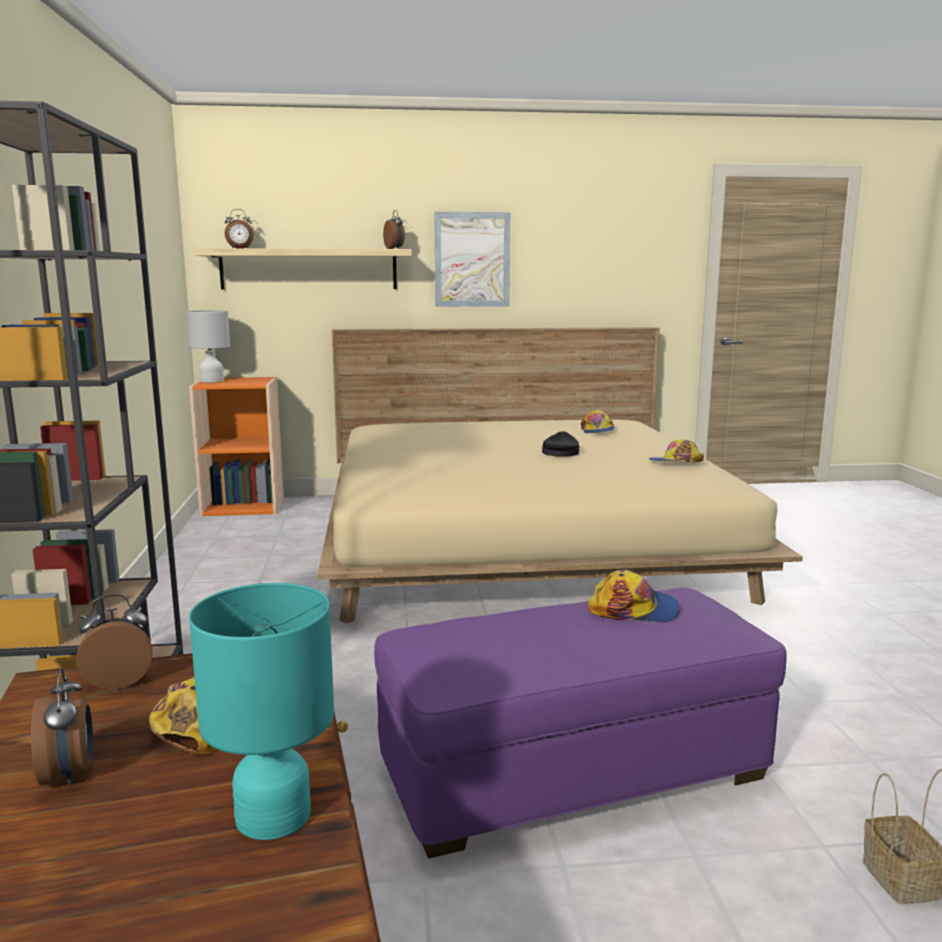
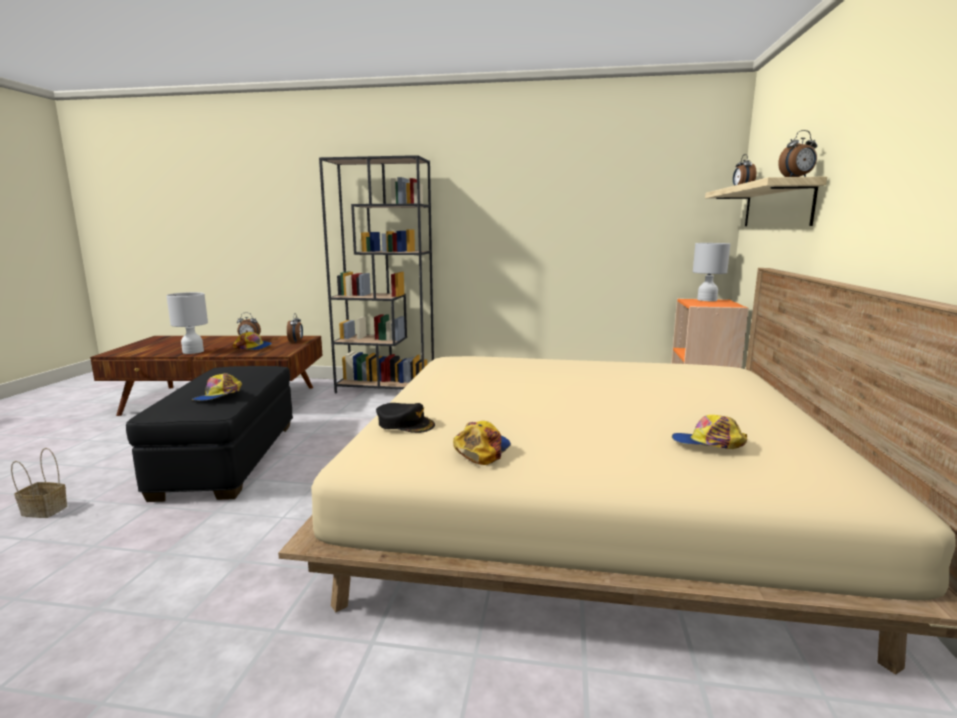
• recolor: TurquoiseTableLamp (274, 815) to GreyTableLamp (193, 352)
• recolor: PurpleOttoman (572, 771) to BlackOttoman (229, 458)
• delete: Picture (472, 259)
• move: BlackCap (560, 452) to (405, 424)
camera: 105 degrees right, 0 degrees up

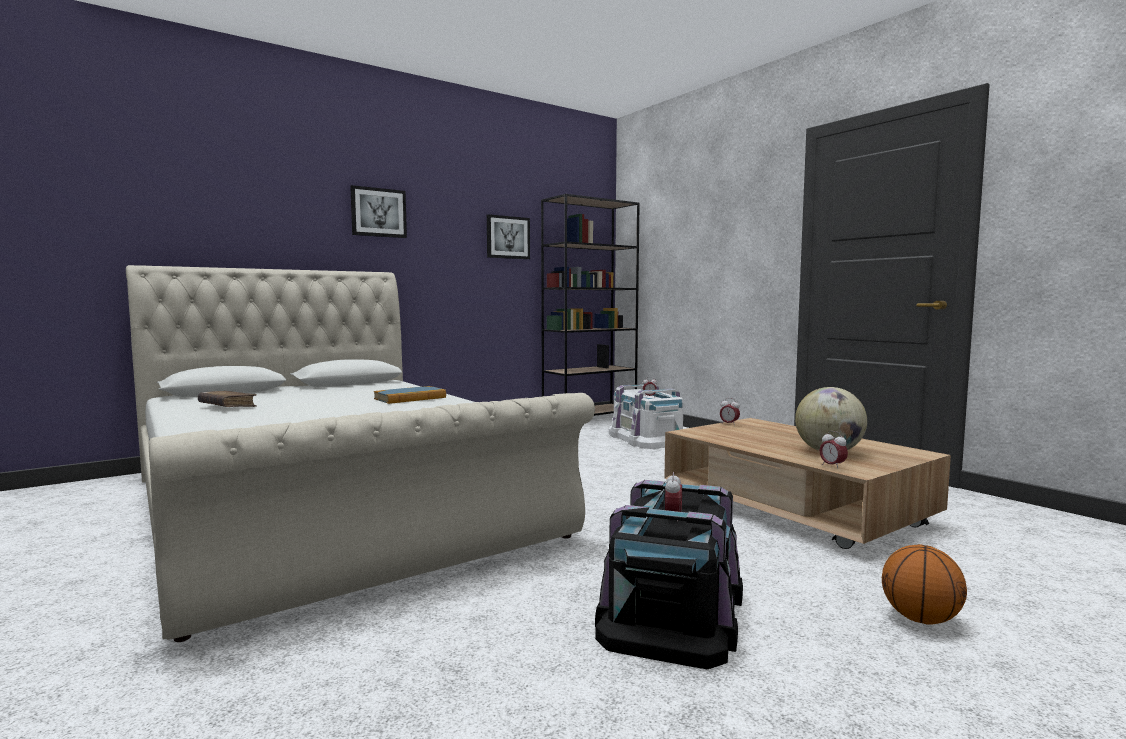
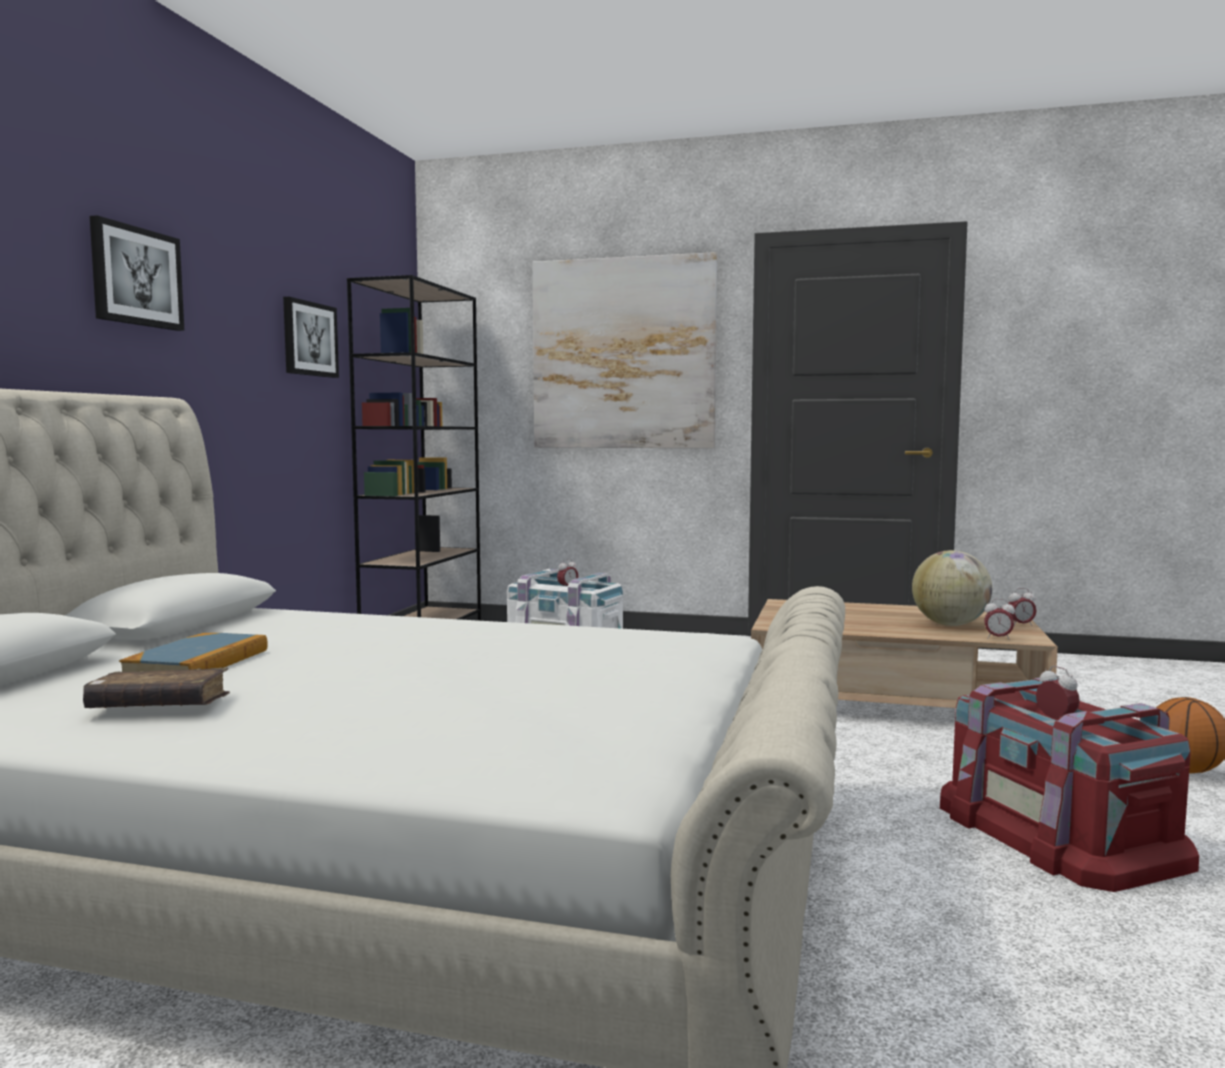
• move: Book (410, 398) to (198, 663)
• recolor: BlackStorageBox (671, 610) to RedStorageBox (1057, 832)
• move: AlarmClock (729, 424) to (1020, 625)
• insert: Picture (623, 354)
camera: 40 degrees left, 0 degrees up

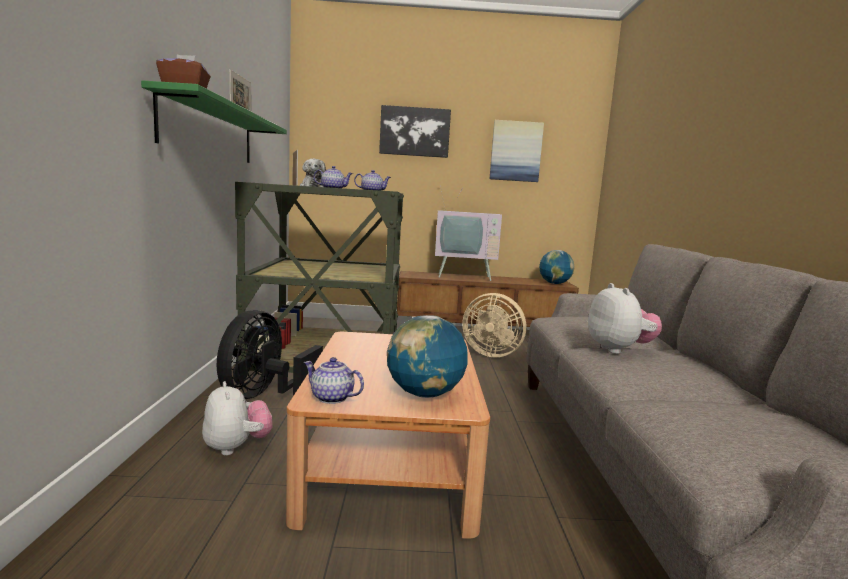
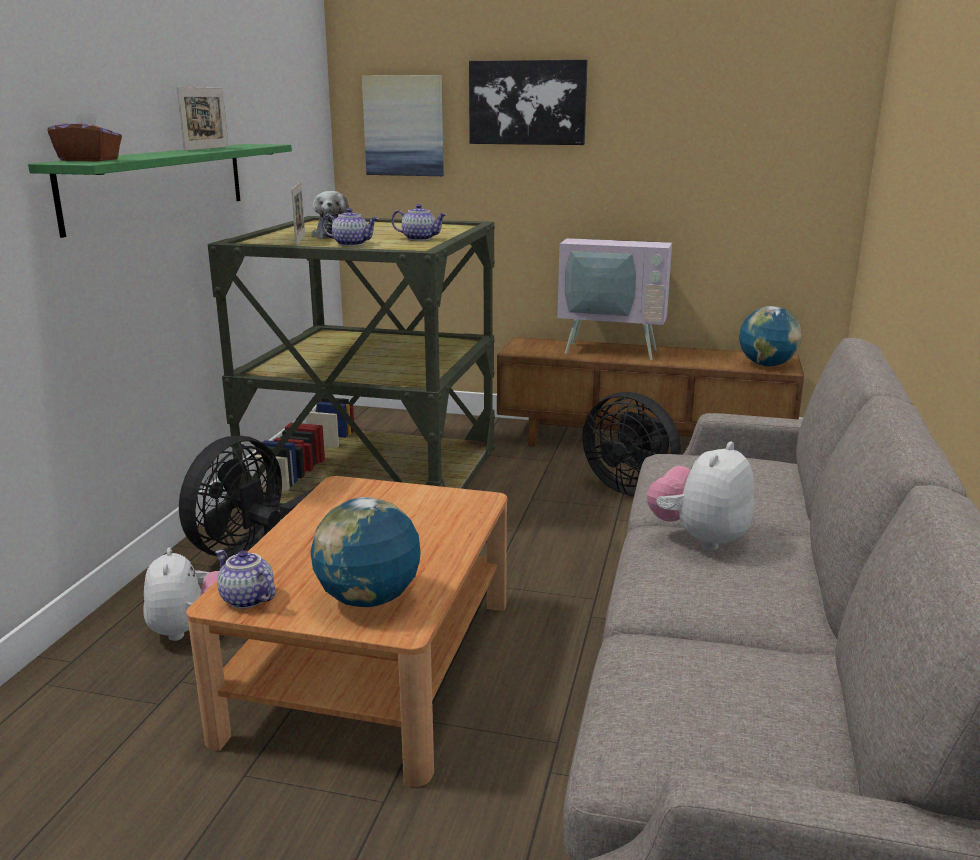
• recolor: BeigeFan (491, 353) to BlackFan (631, 487)
• move: Picture (516, 151) to (404, 126)
• rotate: PlushToy (619, 350) = (699, 538) 150 degrees counterclockwise
camera: 15 degrees right, 10 degrees up

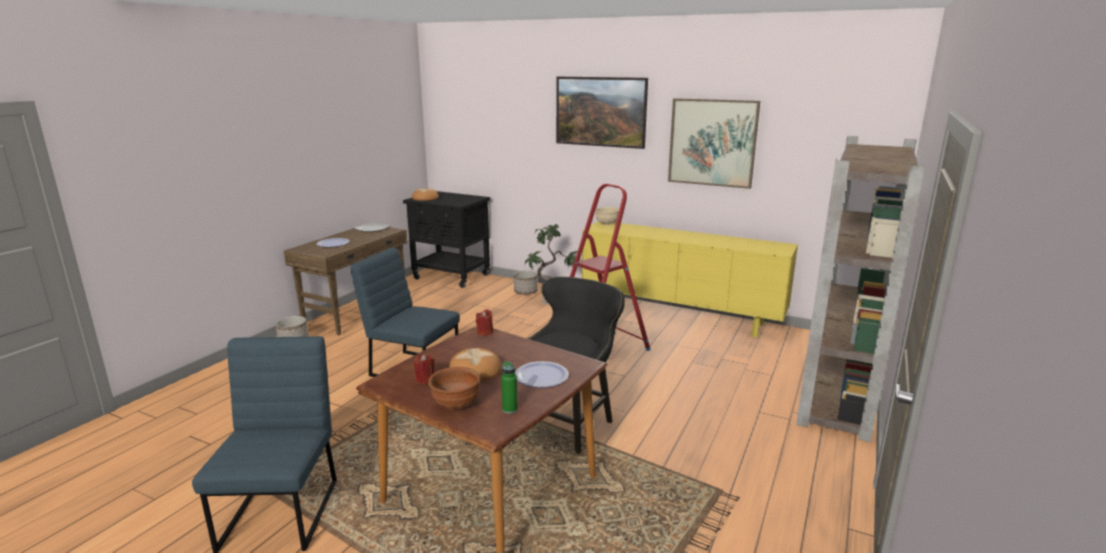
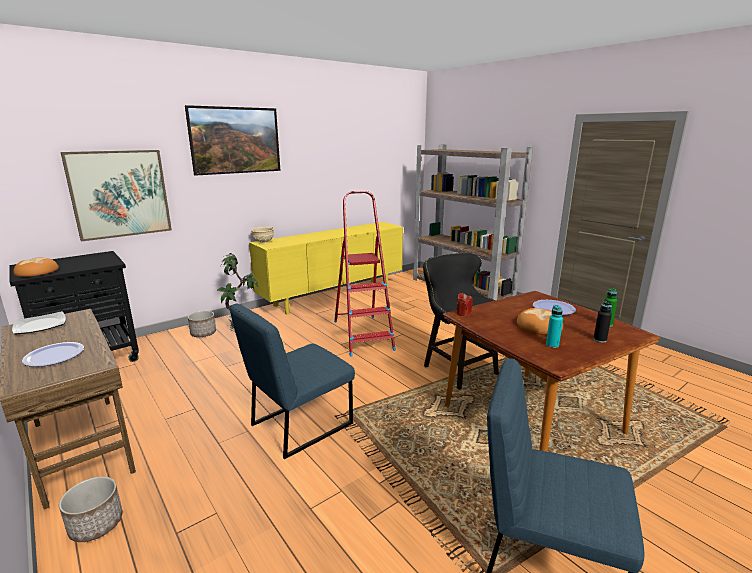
• replace: RedCandle (425, 379) to TurquoiseBottle (552, 345)
• replace: BrownBowl (455, 405) to BlackBottle (599, 340)
• move: Picture (712, 142) to (120, 194)
camera: 65 degrees left, 0 degrees up

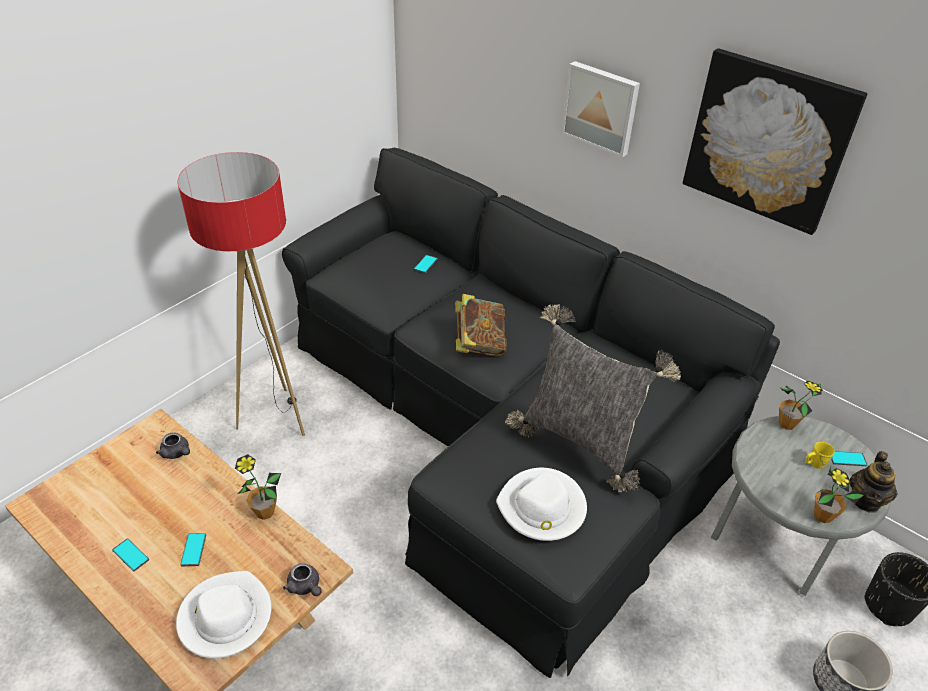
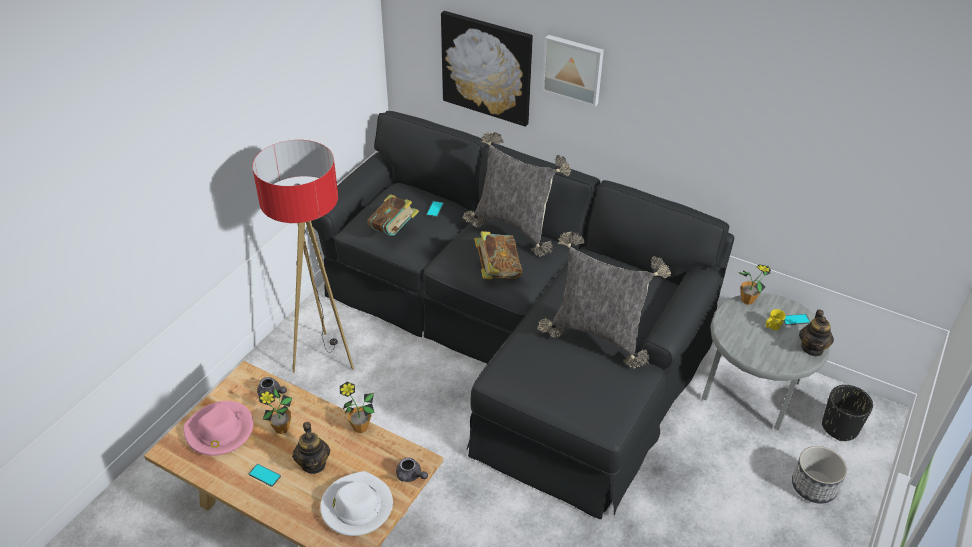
• replace: Phone (193, 550) to Teapot (313, 463)
• delete: WhiteHat (542, 508)
• move: Picture (768, 141) to (487, 67)
• move: PottedPlant (822, 516) to (281, 428)
• insert: PinkHat (220, 431)
• insert: Book (393, 230)
• insert: Pillow (515, 232)
camera: 10 degrees left, 0 degrees up

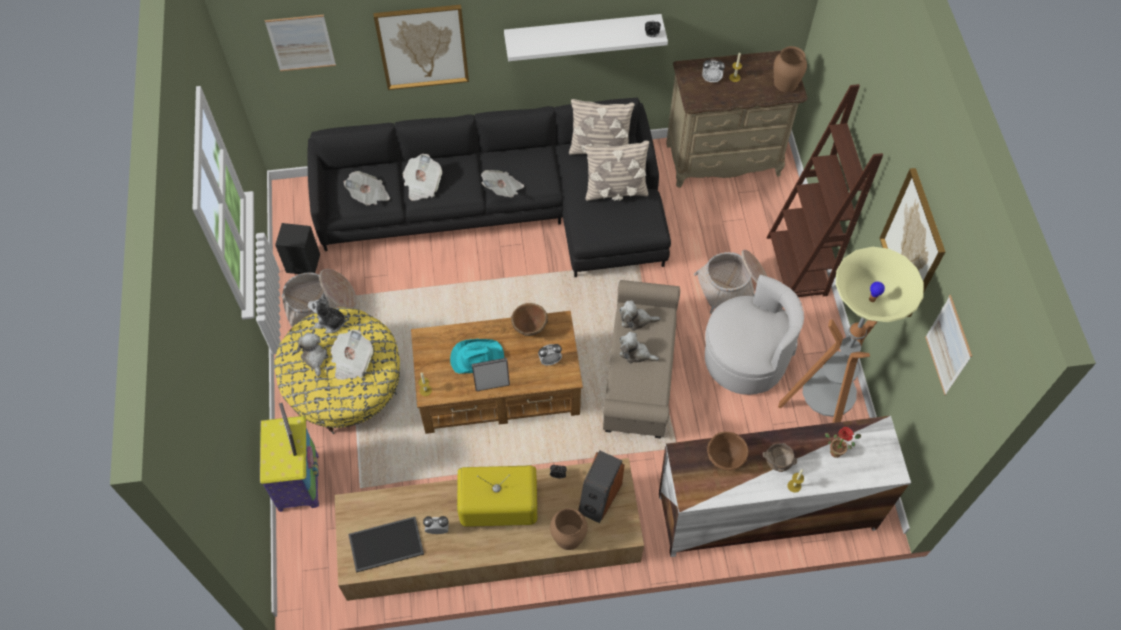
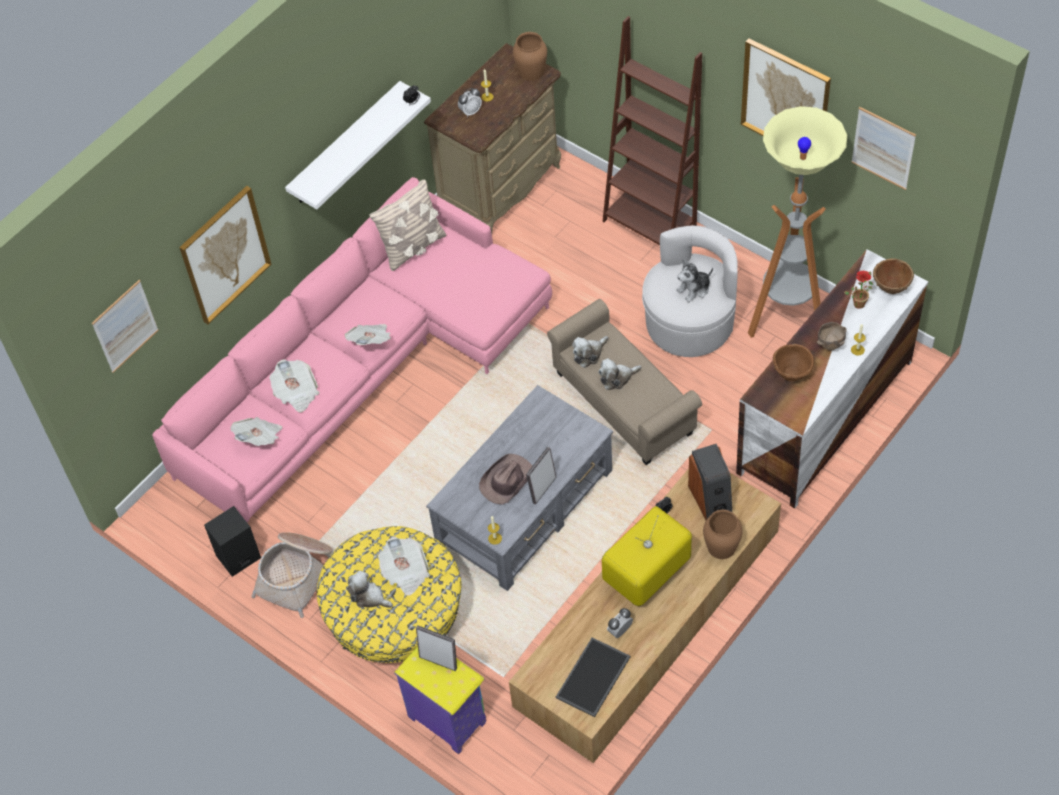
• recolor: BlackSofa (506, 207) to PinkSofa (364, 367)
• move: PlushToy (330, 322) to (694, 289)
• recolor: BrownCoffeeTable (499, 388) to GreyCoffeeTable (526, 506)
• recolor: TurquoiseHat (476, 358) to BrownHat (506, 481)
• move: BrownBowl (529, 327) to (891, 287)
• delete: AlarmClock (550, 360)
• delete: BeigePillow (615, 191)
• delete: Basket (733, 286)
camera: 40 degrees left, 5 degrees down

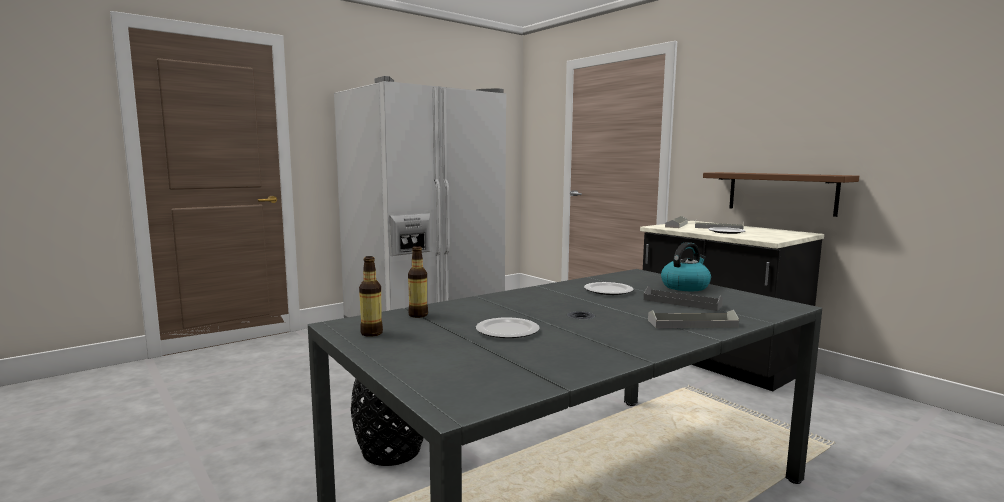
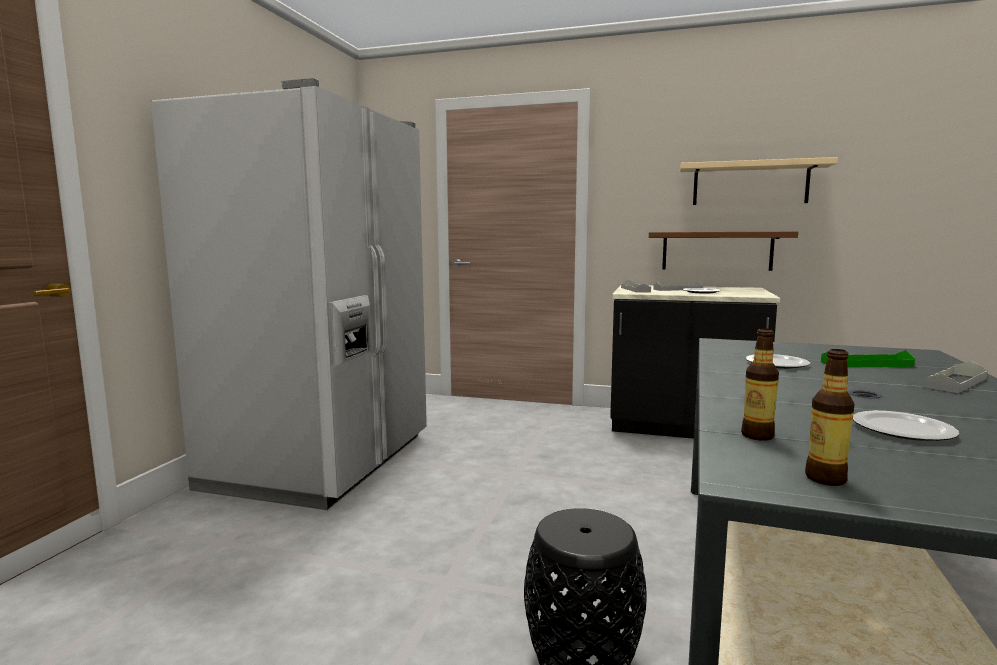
• recolor: GreyTray (682, 302) to GreenTray (866, 364)
• delete: Kettle (685, 286)
• insert: BeigeShelf (750, 184)
camera: 35 degrees left, 0 degrees up

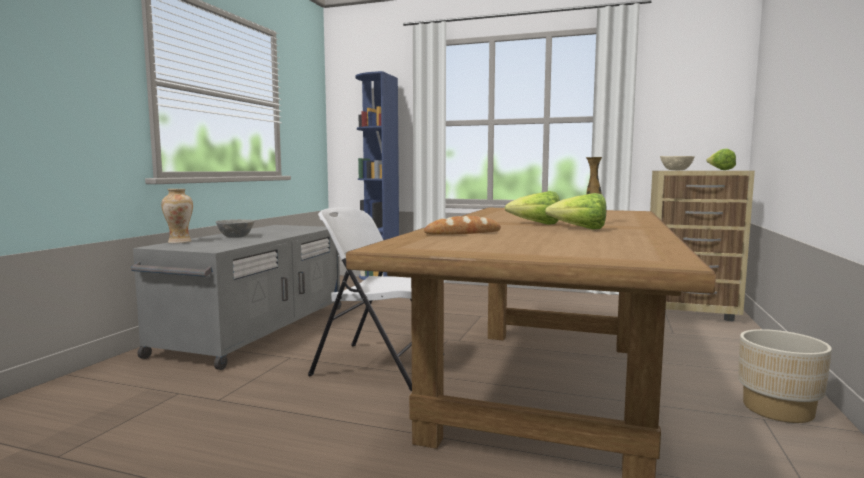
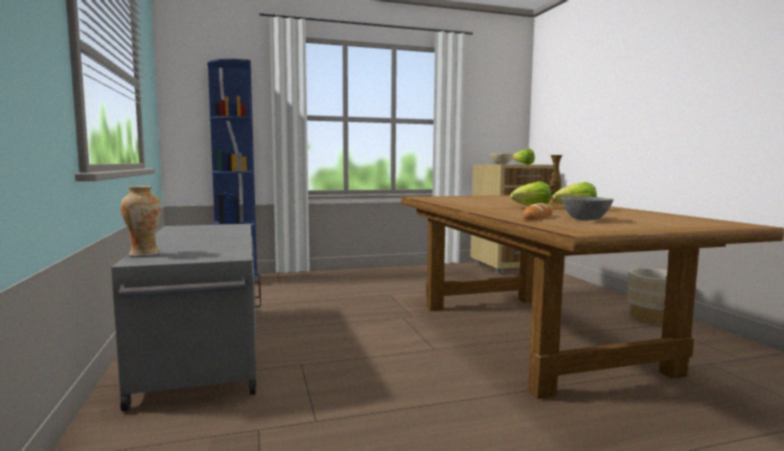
• move: GreyBowl (236, 237) to (585, 219)
• delete: WhiteChair (379, 365)
camera: 35 degrees left, 0 degrees up

